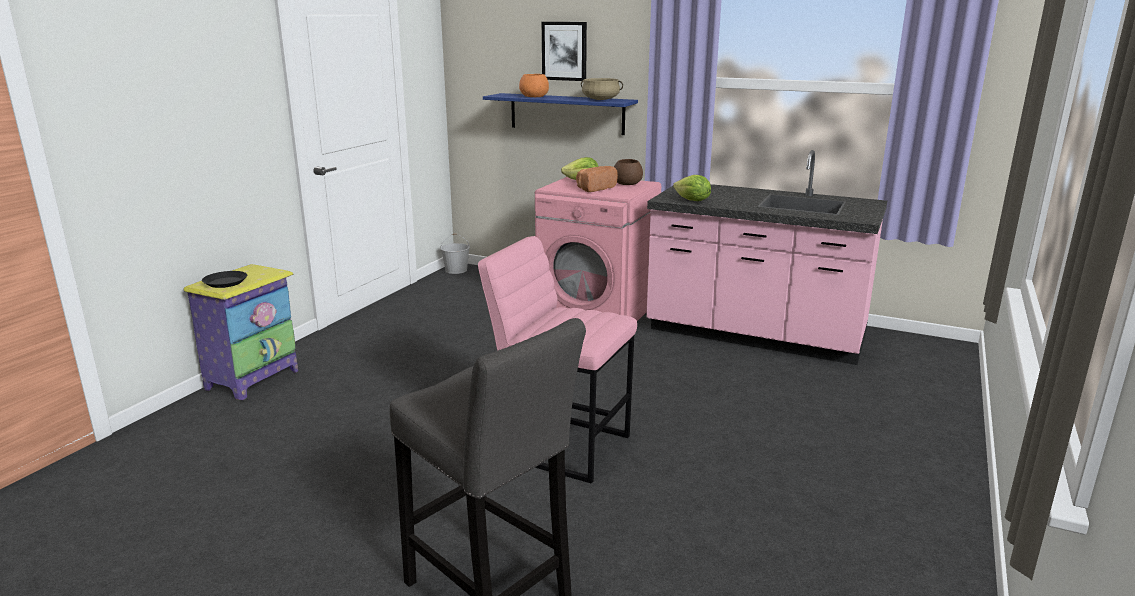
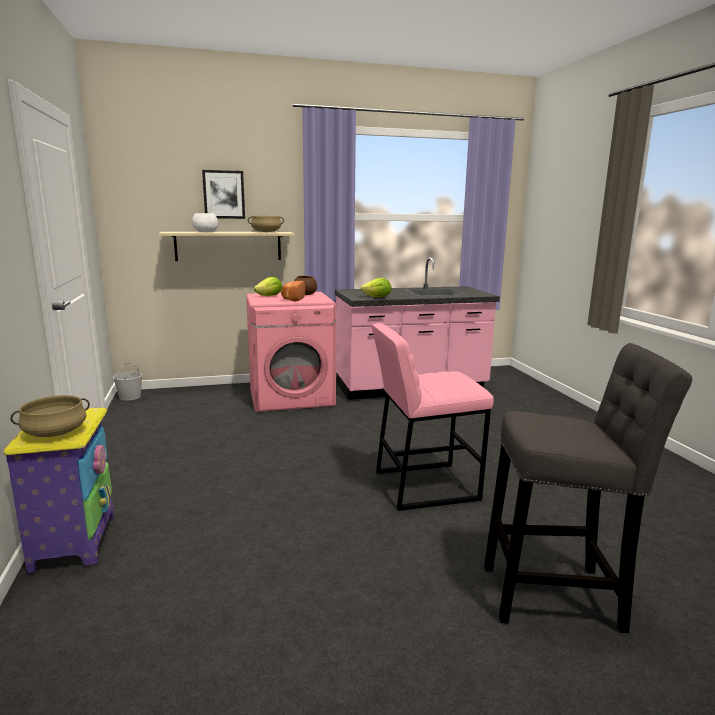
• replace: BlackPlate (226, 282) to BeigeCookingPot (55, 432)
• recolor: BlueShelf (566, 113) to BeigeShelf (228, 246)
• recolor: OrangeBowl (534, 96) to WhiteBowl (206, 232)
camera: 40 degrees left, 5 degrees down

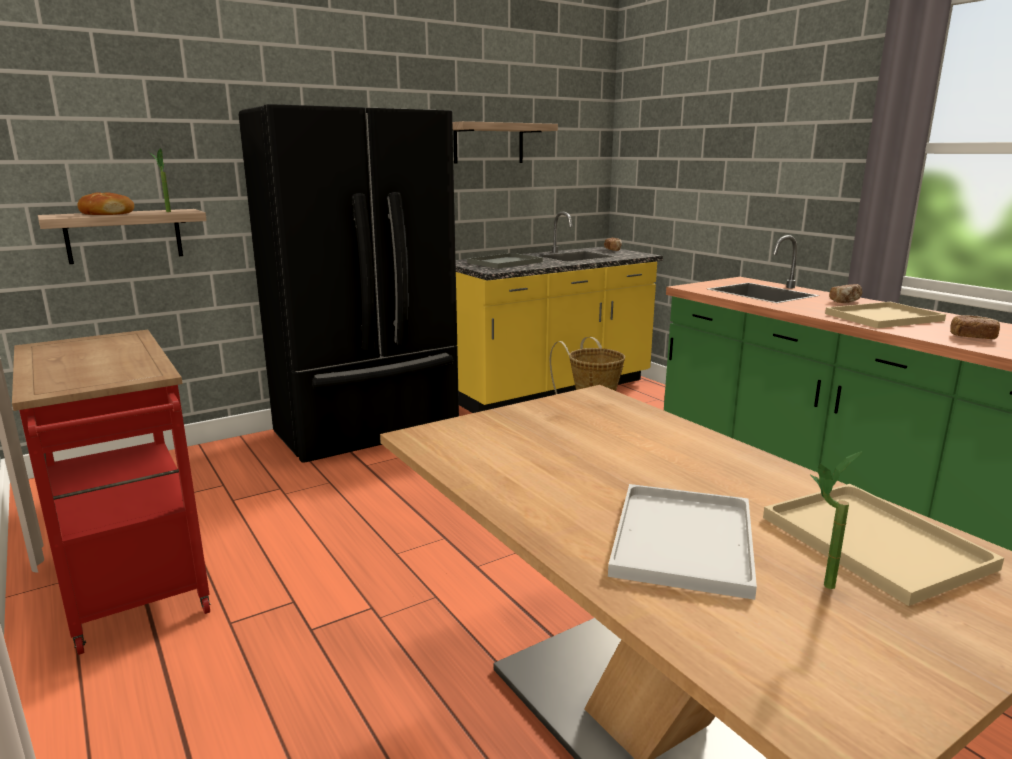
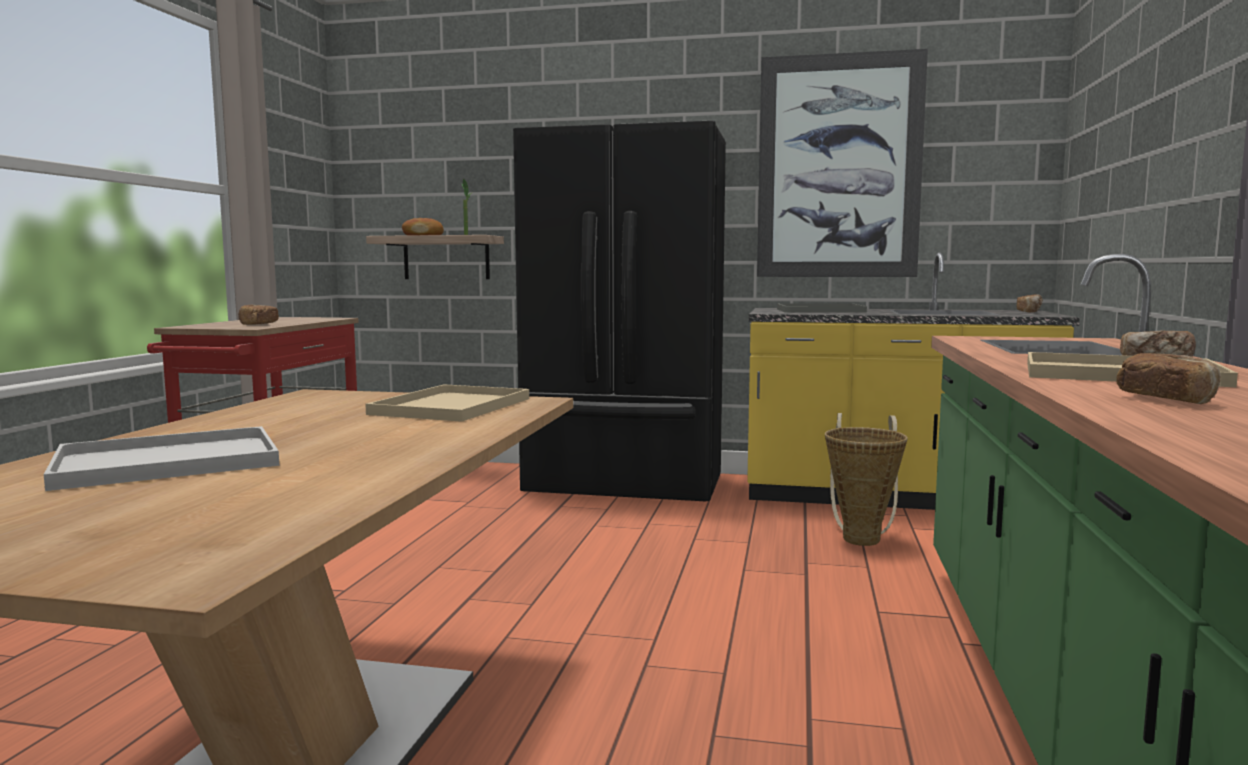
• replace: Shelf (488, 143) to Picture (839, 167)
• move: BeigeTray (878, 543) to (452, 407)
• delete: PottedPlant (818, 587)
• insert: Bread (258, 324)
camera: 45 degrees right, 10 degrees down

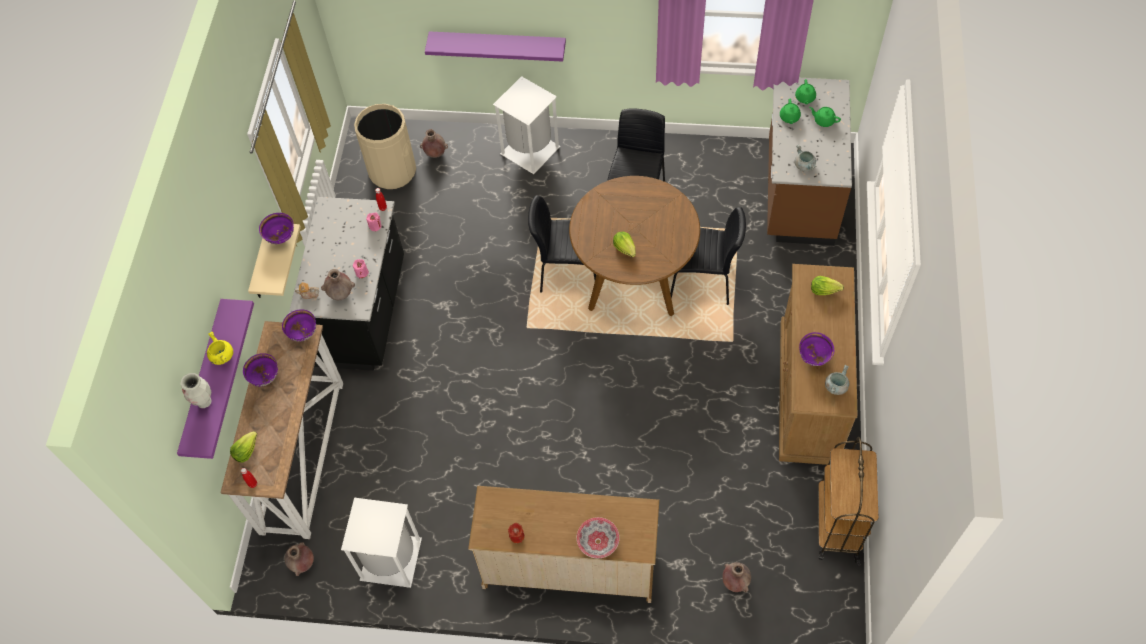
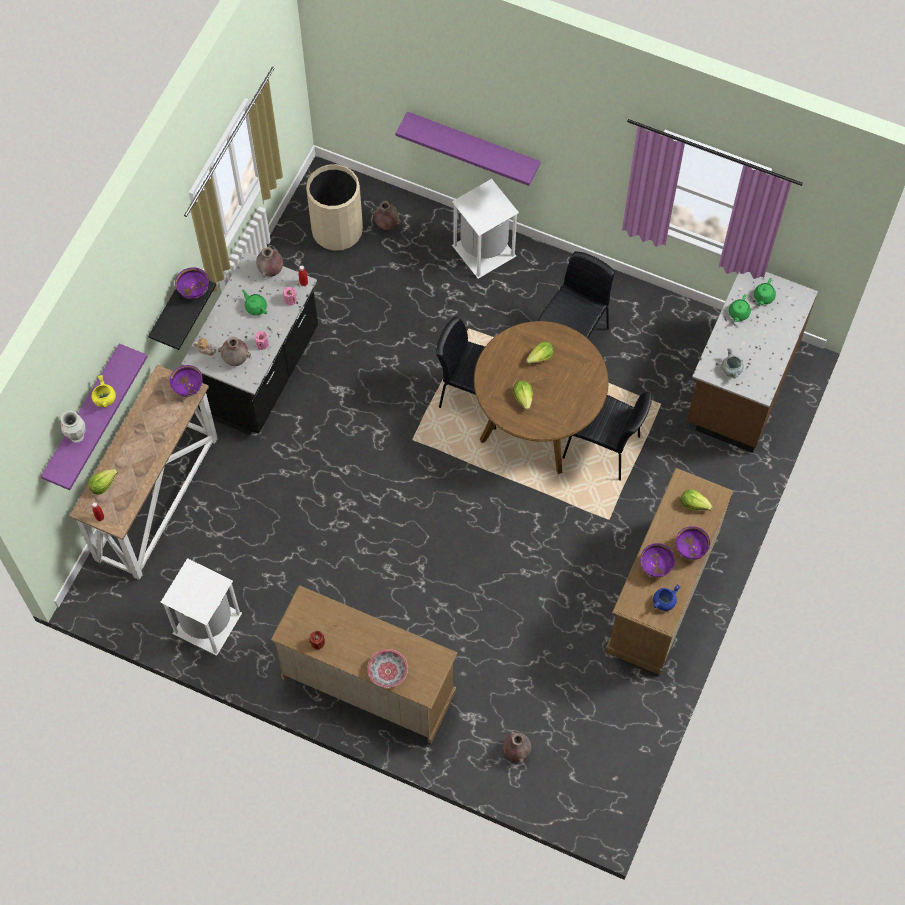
• move: PurpleBowl (264, 377) to (690, 549)
• recolor: BeigeShelf (261, 264) to BlackShelf (169, 310)
• move: BrownVase (303, 564) to (271, 270)
• move: GreenTeapot (823, 120) to (255, 307)
• delete: BrownCart (838, 522)
• recolor: GreyCookingPot (835, 386) to BlueCookingPot (664, 601)
• insert: Lettuce (540, 357)
camera: 15 degrees right, 5 degrees up

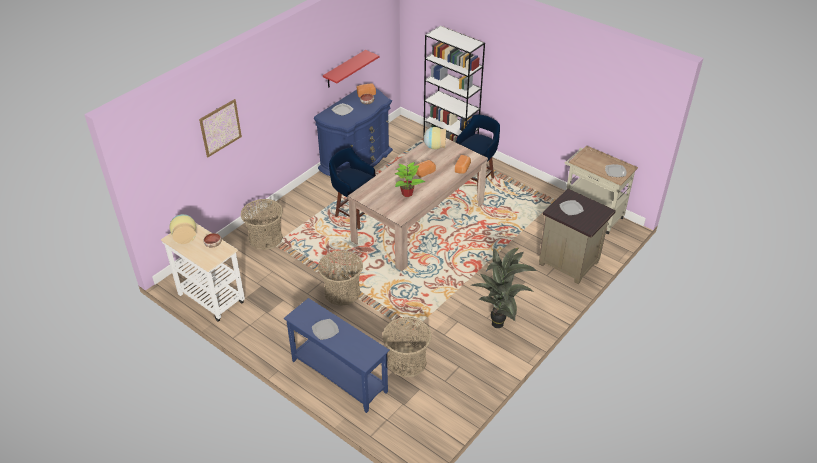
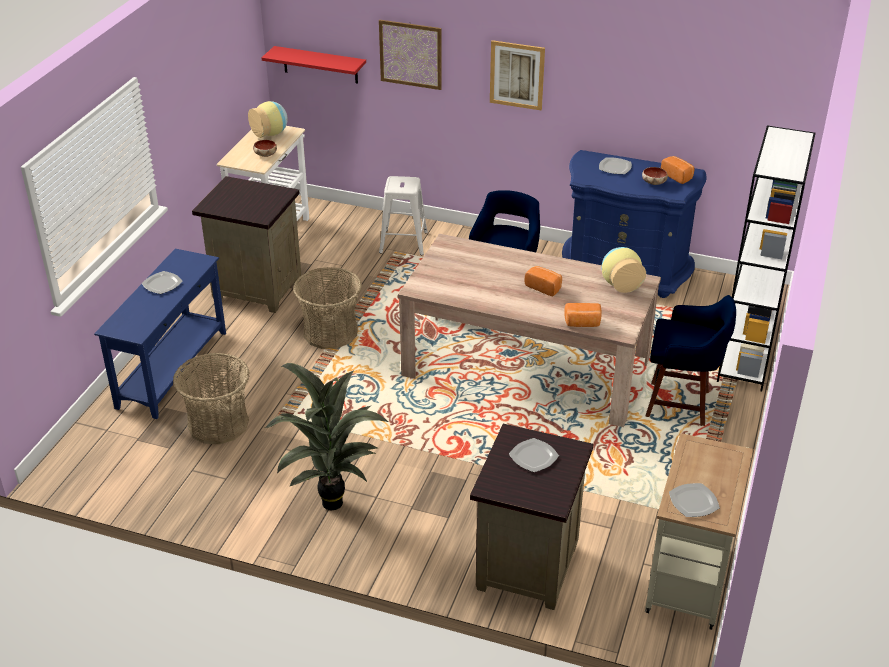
• replace: Basket (265, 238) to WhiteStool (403, 242)
• move: RedShelf (344, 69) to (320, 65)
• delete: PottedPlant (407, 193)
• insert: BeigeCabinet (255, 289)
• insert: Picture (517, 75)
camera: 70 degrees right, 5 degrees down

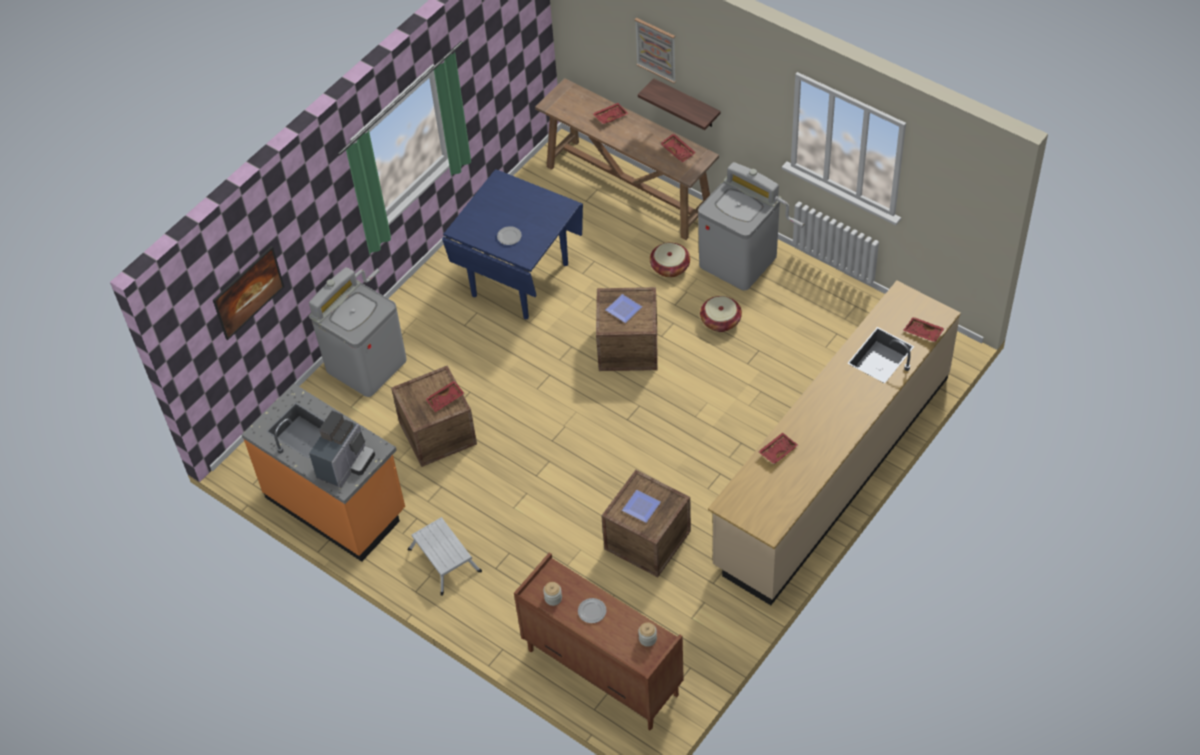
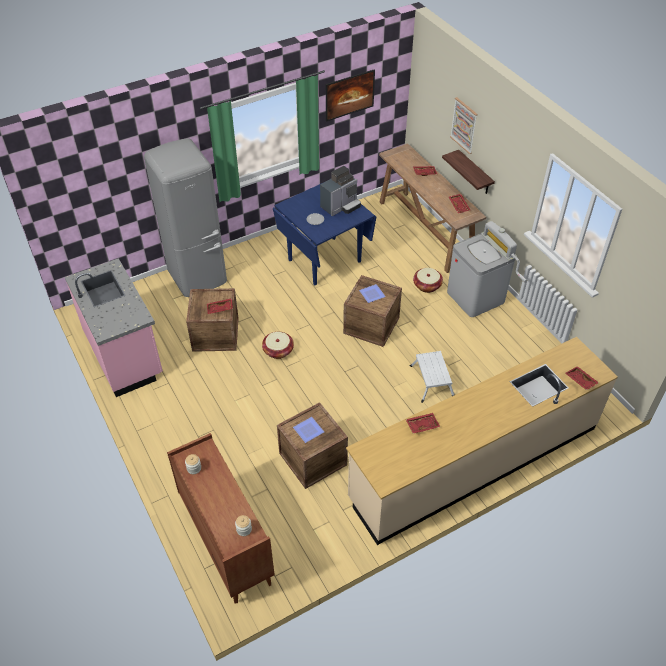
• move: Picture (251, 302) to (349, 104)
• recolor: OrangeCounter (337, 504) to PinkCounter (125, 354)
• replace: GreyWashingMachine (367, 364) to GreyFridge (199, 277)
• move: CoffeeMachine (346, 464) to (341, 206)
• move: WhiteStepLadder (444, 559) to (432, 380)
• delete: Plate (592, 612)
• move: Basket (720, 321) to (278, 350)
camera: 20 degrees right, 5 degrees down

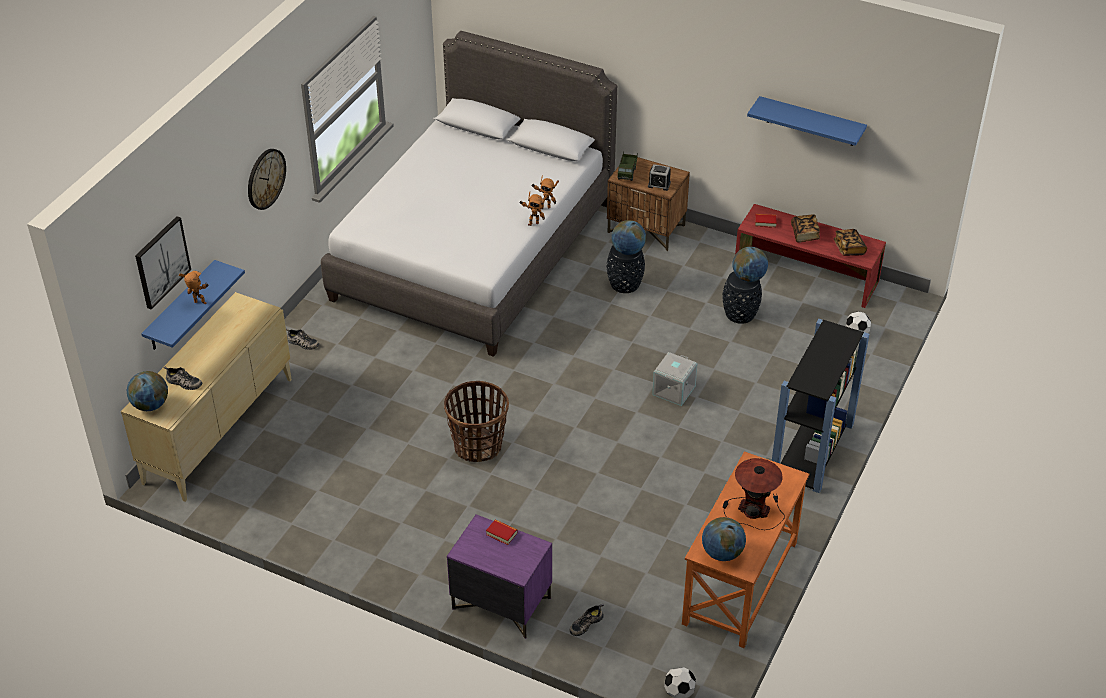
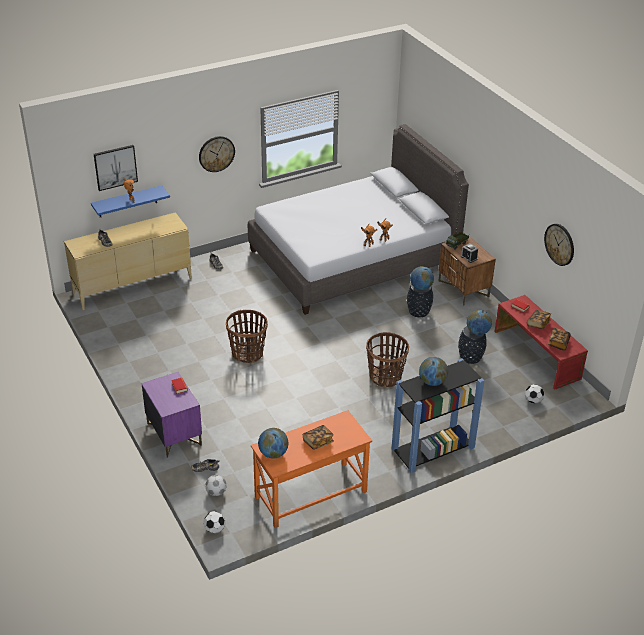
• move: Globe (150, 405) to (432, 382)
• replace: GreyStorageBox (673, 390) to Basket (385, 377)
• replace: TableLamp (754, 509) to Book (318, 442)
• replace: BlueShelf (811, 121) to WallClock (559, 244)
• insert: Football (216, 492)
camera: 35 degrees right, 5 degrees down

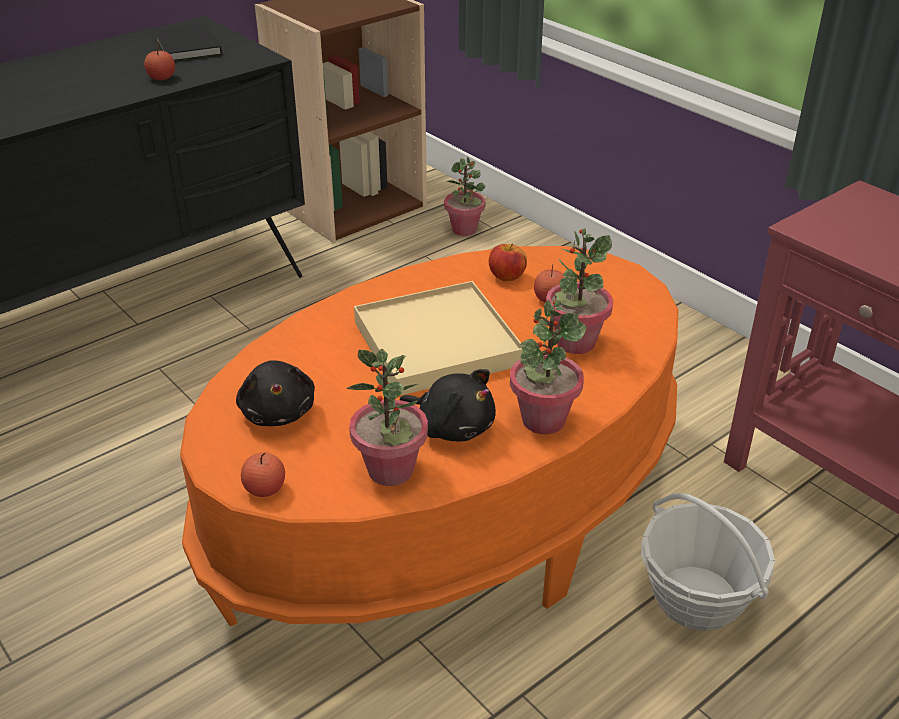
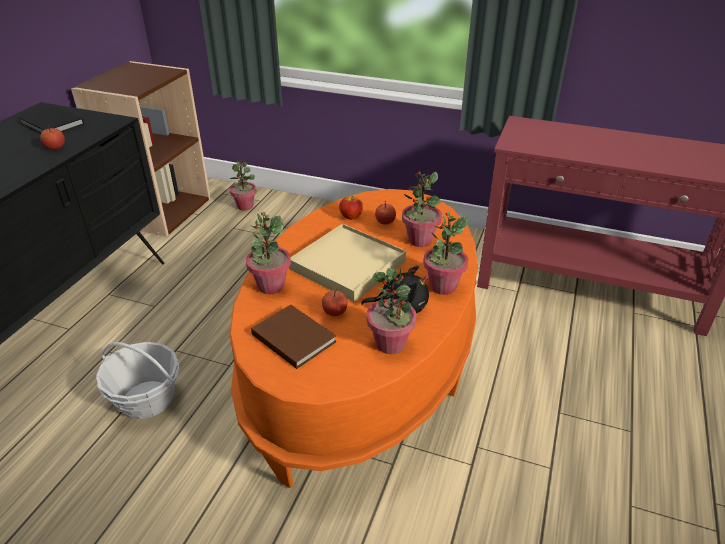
• replace: BlackPlushToy (278, 412) to BrownBook (293, 336)
• move: Apple (265, 489) to (335, 312)
• move: Basket (697, 598) to (147, 399)
• insert: PottedPlant (271, 286)
camera: 30 degrees left, 0 degrees up

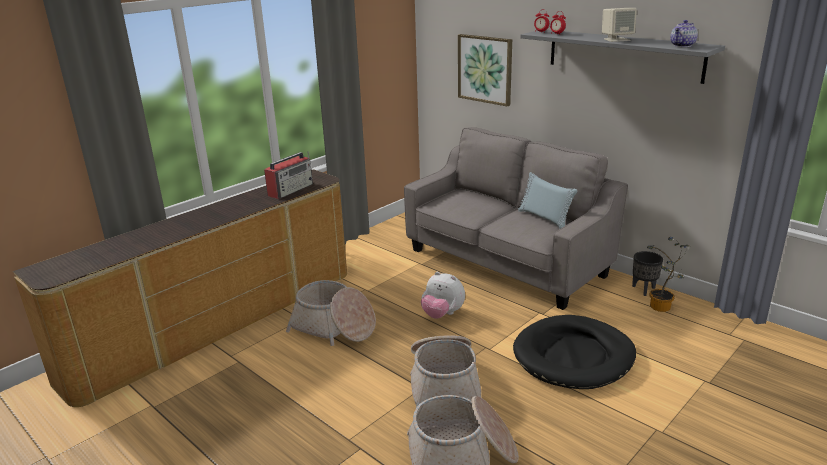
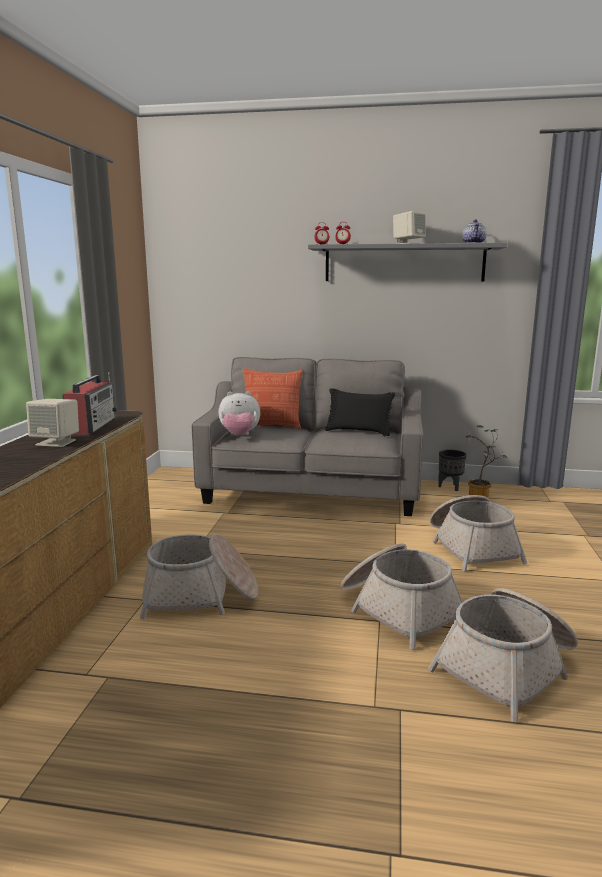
• move: PlushToy (442, 314) to (239, 436)
• delete: Picture (485, 69)
• replace: BlackDogBed (573, 356) to Basket (472, 547)
• recolor: BluePillow (545, 218) to BlackPillow (358, 432)
• insert: BeigeSpeaker (56, 442)
• insert: OrangePillow (271, 426)
camera: 35 degrees left, 10 degrees down

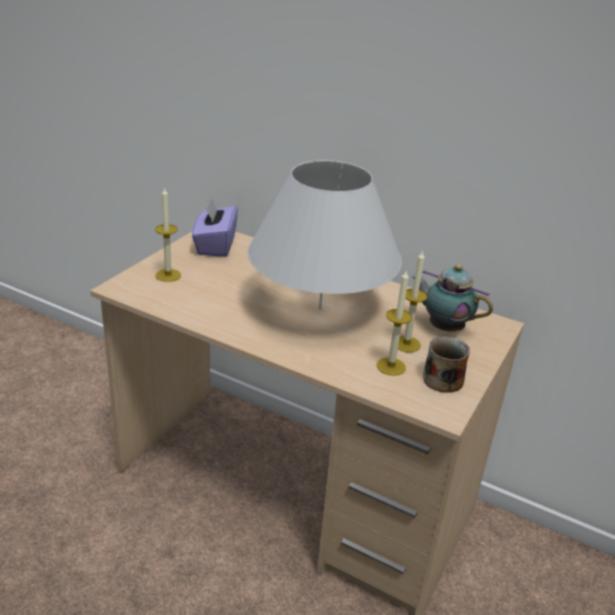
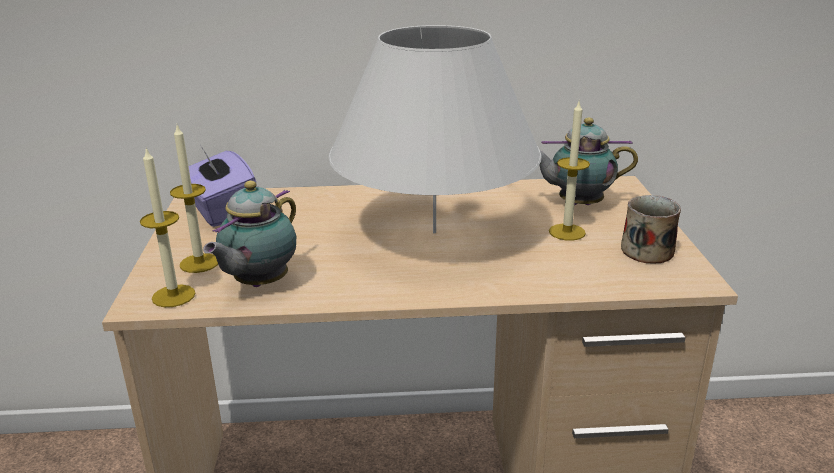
• move: Candle (391, 366) to (173, 296)
• insert: Teapot (258, 284)
camera: 30 degrees left, 5 degrees down

